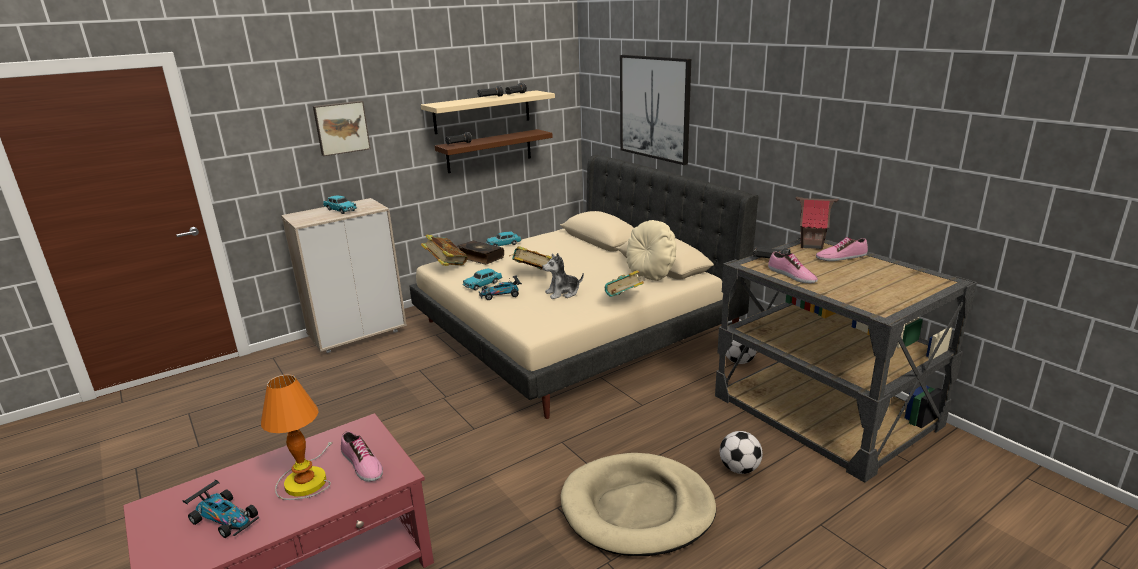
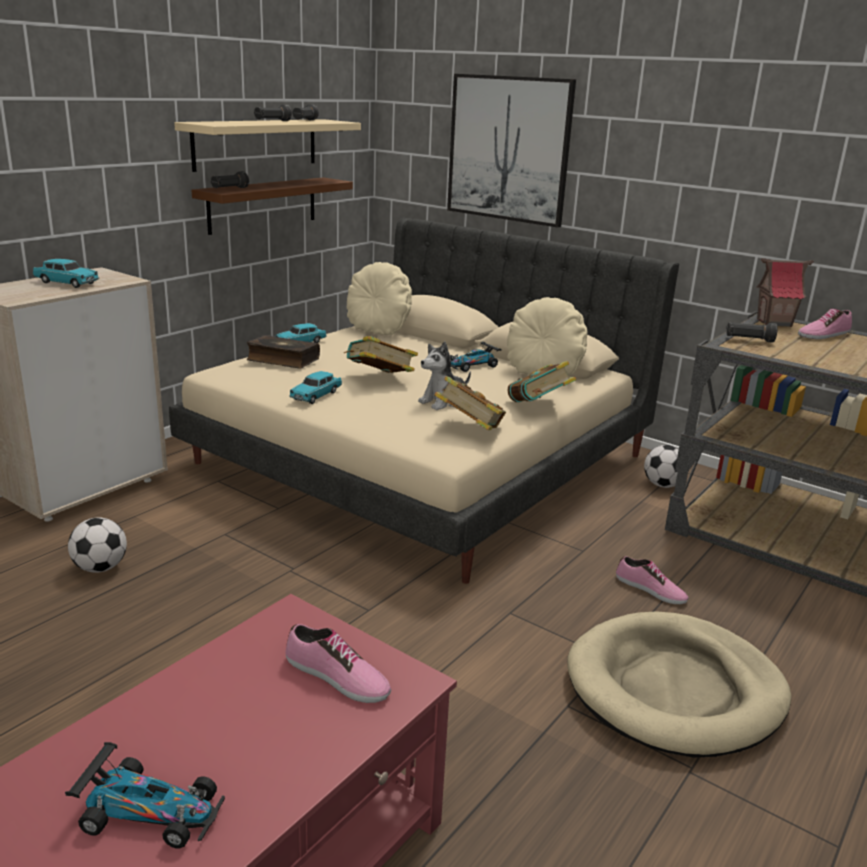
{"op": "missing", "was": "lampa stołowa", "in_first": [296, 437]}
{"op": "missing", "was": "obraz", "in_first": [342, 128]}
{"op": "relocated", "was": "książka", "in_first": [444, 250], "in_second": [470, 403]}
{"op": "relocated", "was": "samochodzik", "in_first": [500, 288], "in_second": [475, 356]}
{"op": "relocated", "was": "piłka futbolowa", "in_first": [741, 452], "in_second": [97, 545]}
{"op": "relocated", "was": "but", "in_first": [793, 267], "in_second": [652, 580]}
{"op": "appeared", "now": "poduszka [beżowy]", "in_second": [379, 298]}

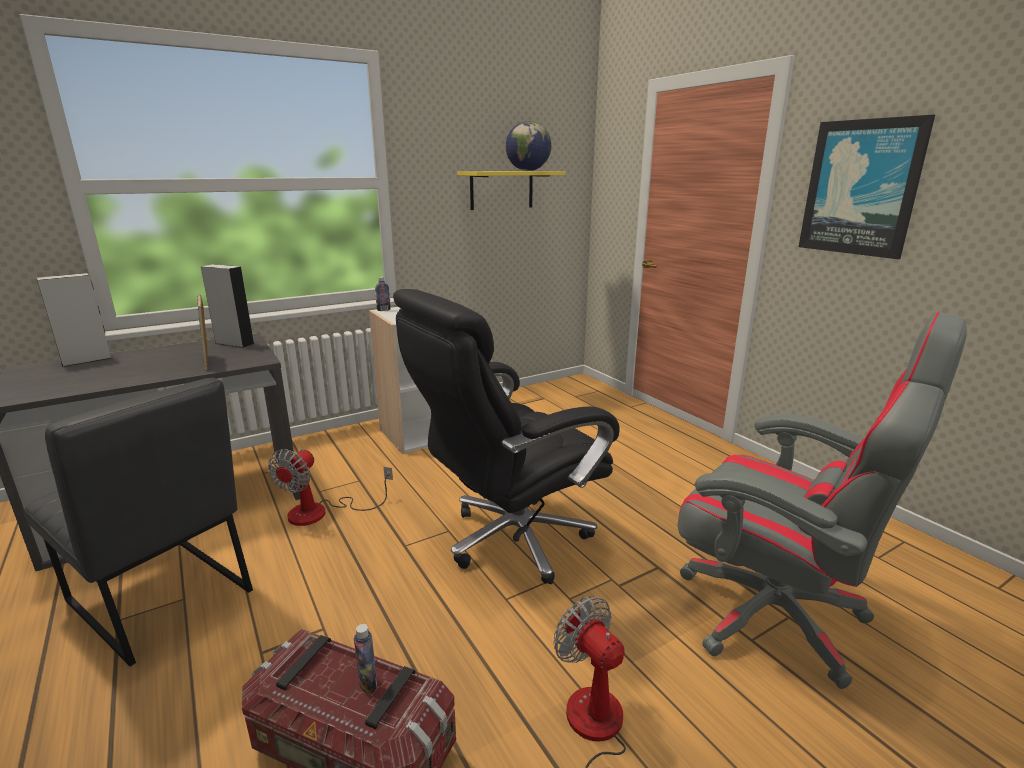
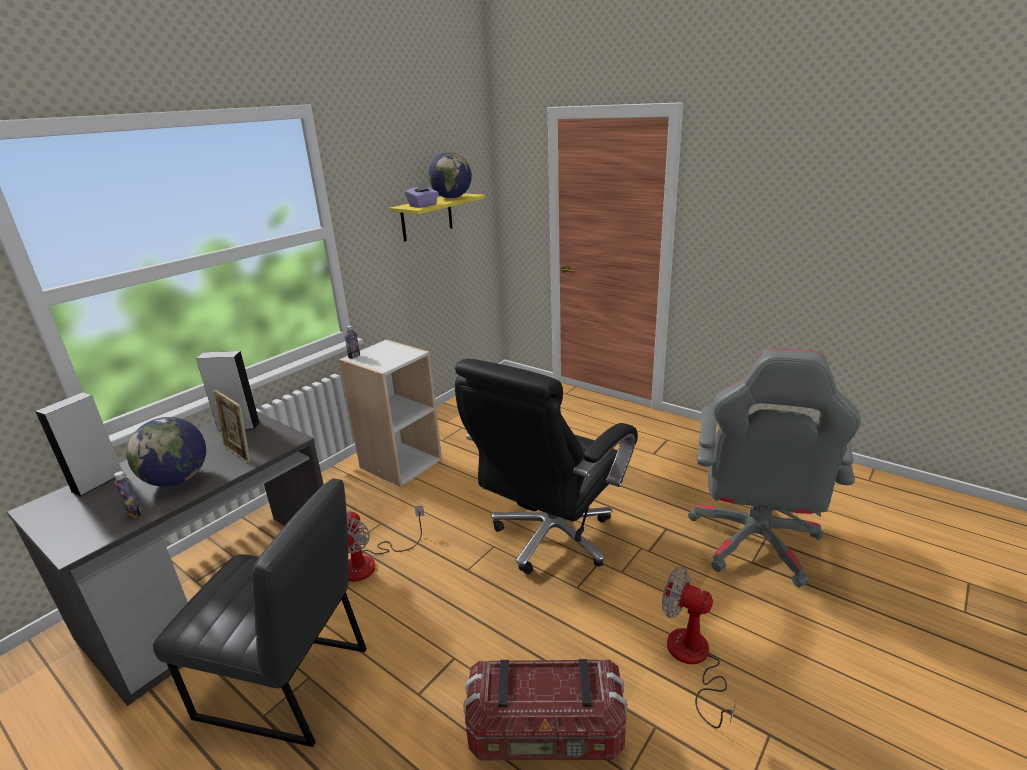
{"op": "relocated", "was": "butelka", "in_first": [365, 659], "in_second": [128, 495]}
{"op": "spun", "was": "krzesło biurowe [szary]", "in_first": [822, 500], "in_second": [774, 467], "clockwise": 90}
{"op": "missing", "was": "obraz", "in_first": [867, 187]}
{"op": "appeared", "now": "globus", "in_second": [166, 452]}
{"op": "appeared", "now": "pudełko chusteczek [fioletowy]", "in_second": [421, 195]}

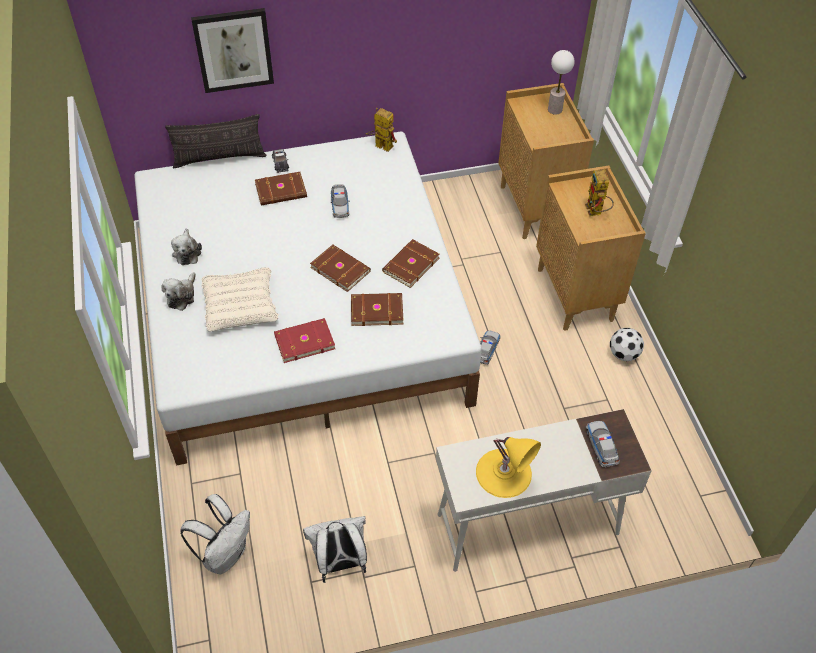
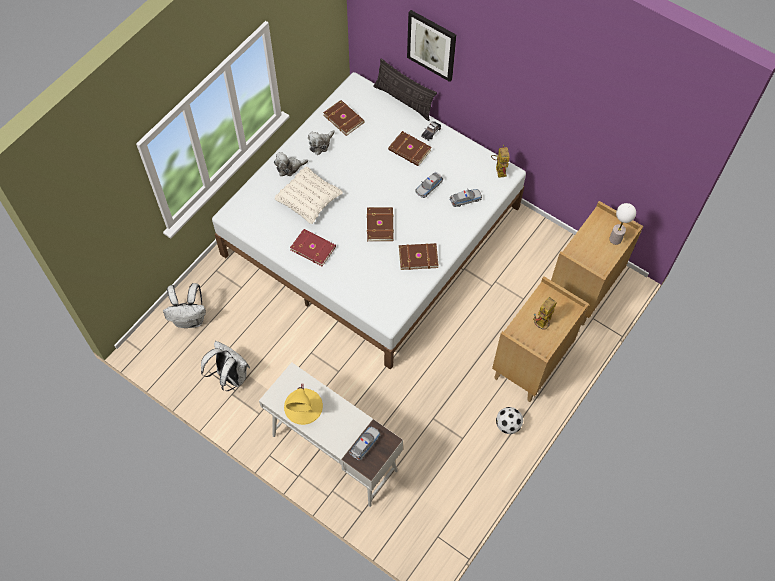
{"op": "relocated", "was": "książka [brązowy]", "in_first": [377, 309], "in_second": [344, 118]}
{"op": "relocated", "was": "samochodzik", "in_first": [490, 347], "in_second": [466, 198]}

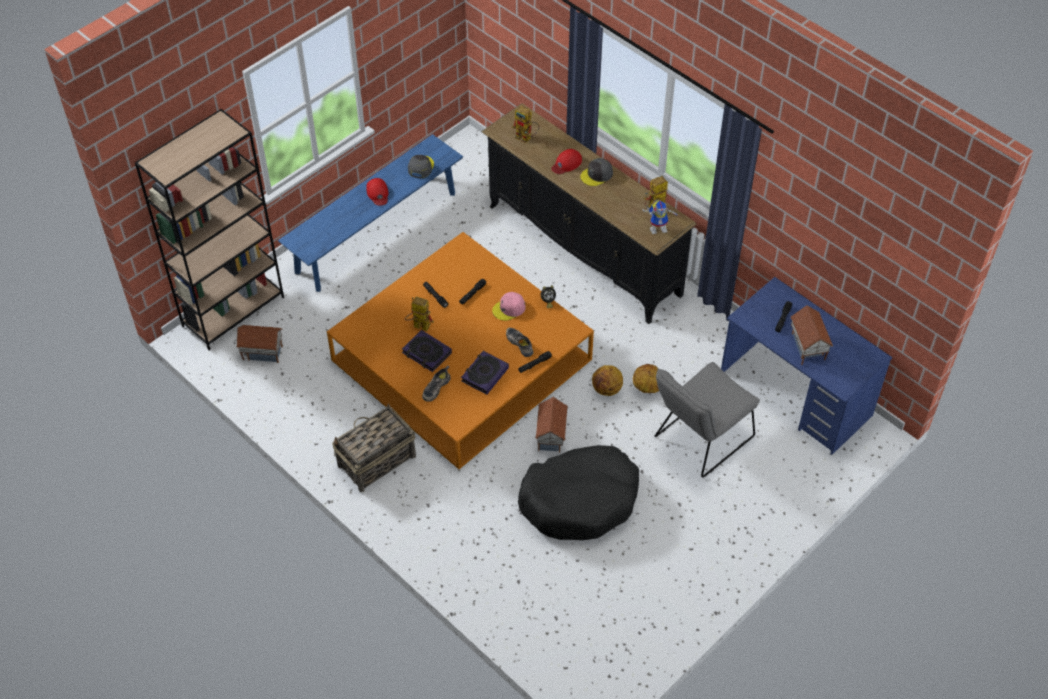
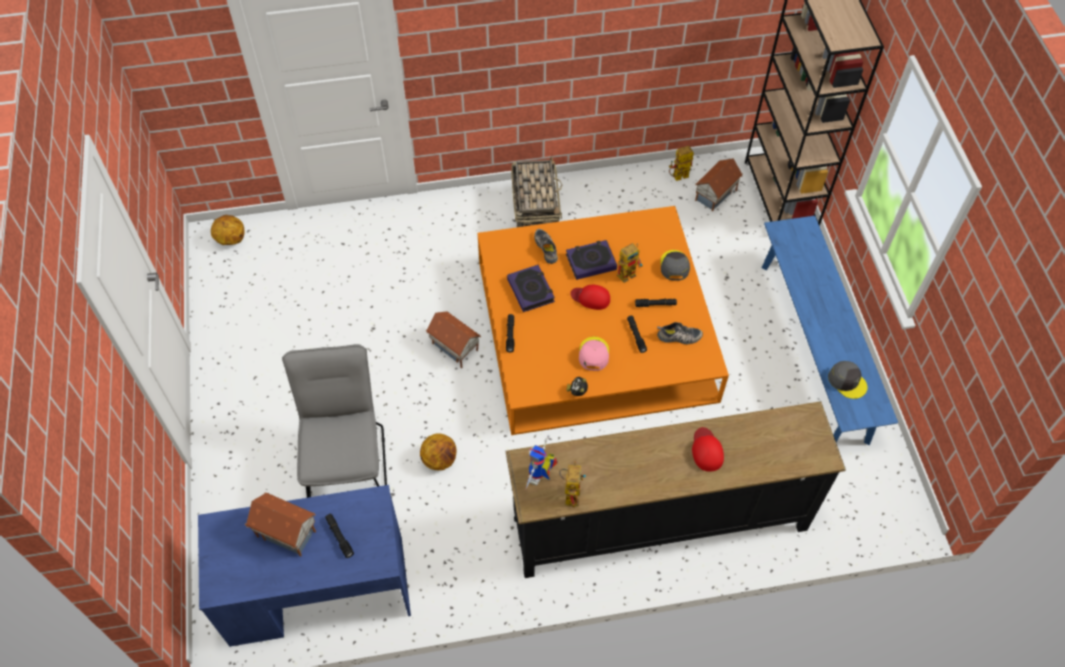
{"op": "relocated", "was": "czapka z daszkiem [czerwony]", "in_first": [377, 192], "in_second": [590, 297]}
{"op": "relocated", "was": "but", "in_first": [519, 342], "in_second": [680, 333]}
{"op": "relocated", "was": "robot zabawkowy", "in_first": [526, 124], "in_second": [681, 163]}
{"op": "missing", "was": "legowisko [czarny]", "in_first": [578, 492]}
{"op": "relocated", "was": "czapka z daszkiem [szary]", "in_first": [596, 172], "in_second": [675, 265]}
{"op": "relocated", "was": "piłka do koszykówki", "in_first": [607, 380], "in_second": [228, 230]}

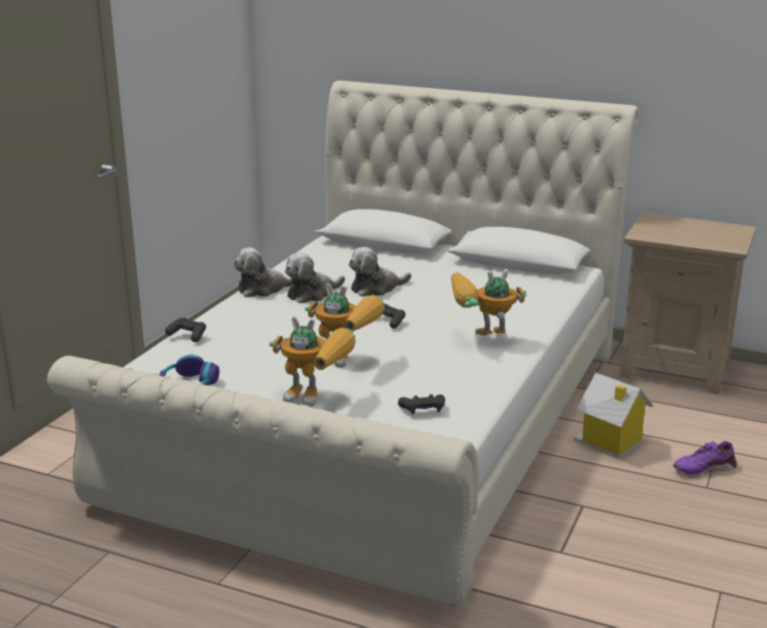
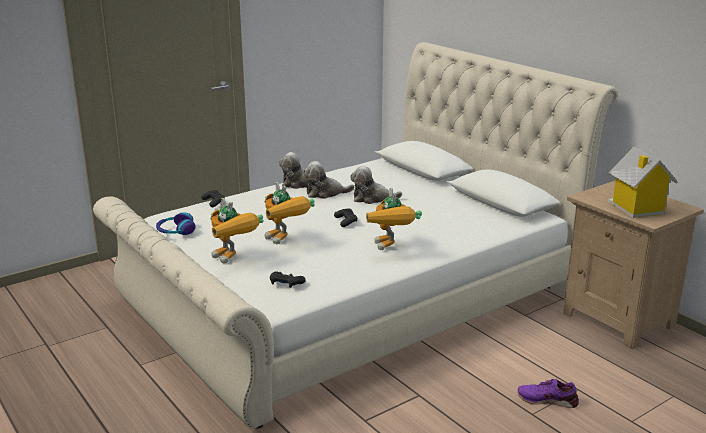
{"op": "spun", "was": "robot zabawkowy", "in_first": [488, 302], "in_second": [394, 219], "clockwise": -120}
{"op": "relocated", "was": "domek", "in_first": [613, 416], "in_second": [643, 182]}

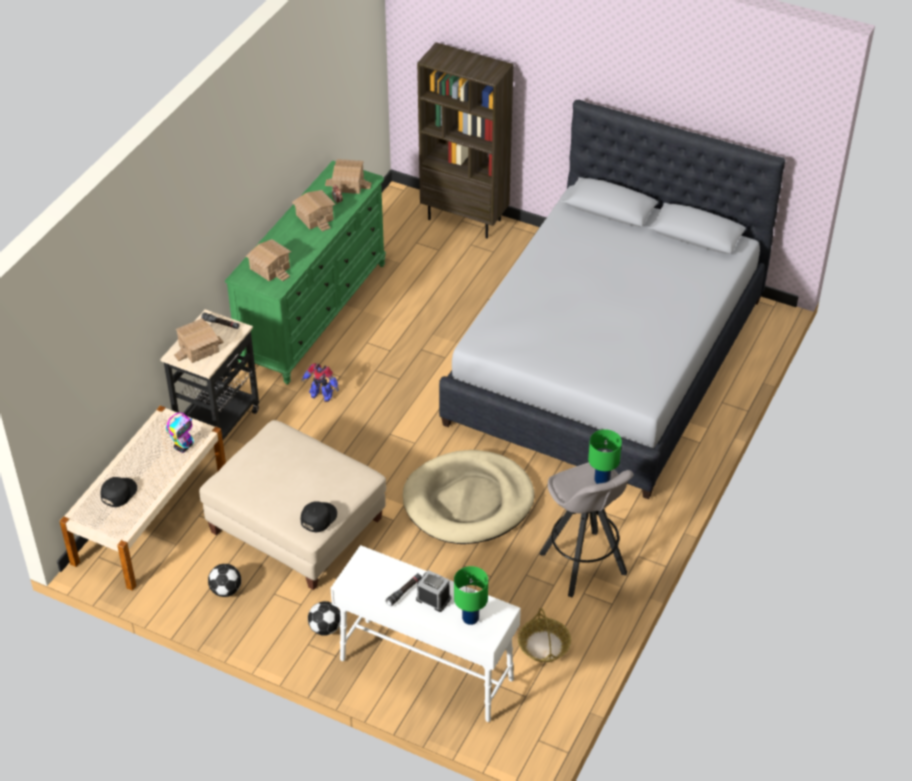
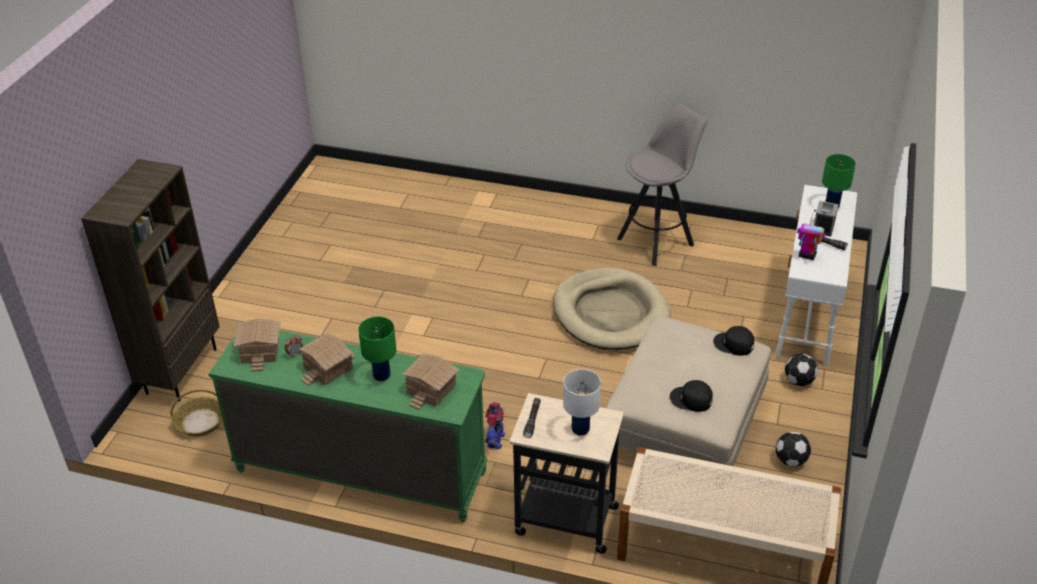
{"op": "relocated", "was": "czapka z daszkiem [czarny]", "in_first": [118, 492], "in_second": [691, 396]}
{"op": "relocated", "was": "robot zabawkowy", "in_first": [180, 433], "in_second": [811, 235]}
{"op": "exchanged", "was": "domek", "now": "lampa stołowa [biały]", "in_first": [199, 340], "in_second": [582, 402]}
{"op": "missing", "was": "łóżko [szary]", "in_first": [612, 299]}
{"op": "relocated", "was": "koszyk", "in_first": [544, 635], "in_second": [196, 413]}
{"op": "relocated", "was": "lampa stołowa [zielony]", "in_first": [605, 456], "in_second": [377, 348]}

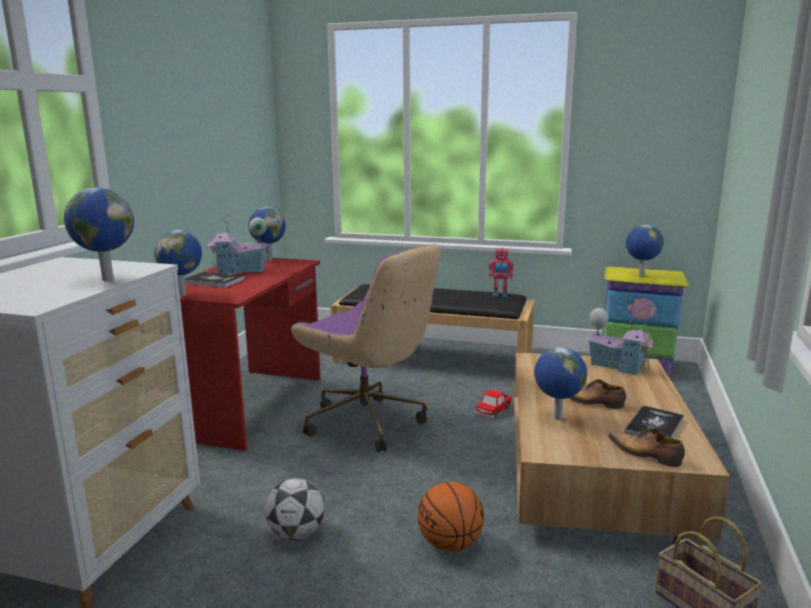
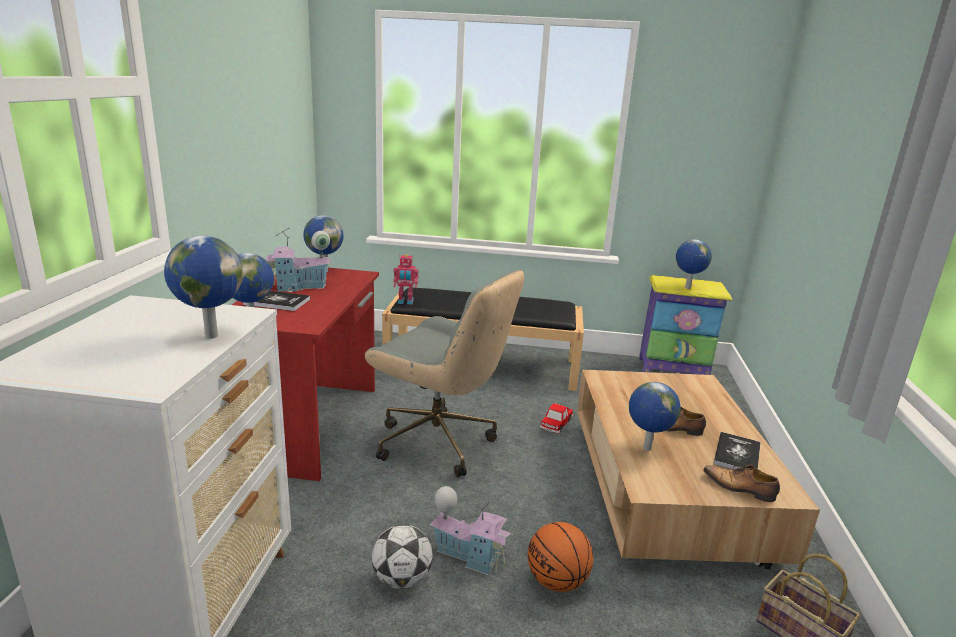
{"op": "colour", "was": "krzesło biurowe [fioletowy]", "now": "krzesło biurowe [szary]", "in_first": [365, 348], "in_second": [444, 373]}
{"op": "relocated", "was": "robot zabawkowy", "in_first": [501, 272], "in_second": [406, 279]}
{"op": "relocated", "was": "domek", "in_first": [620, 342], "in_second": [470, 530]}

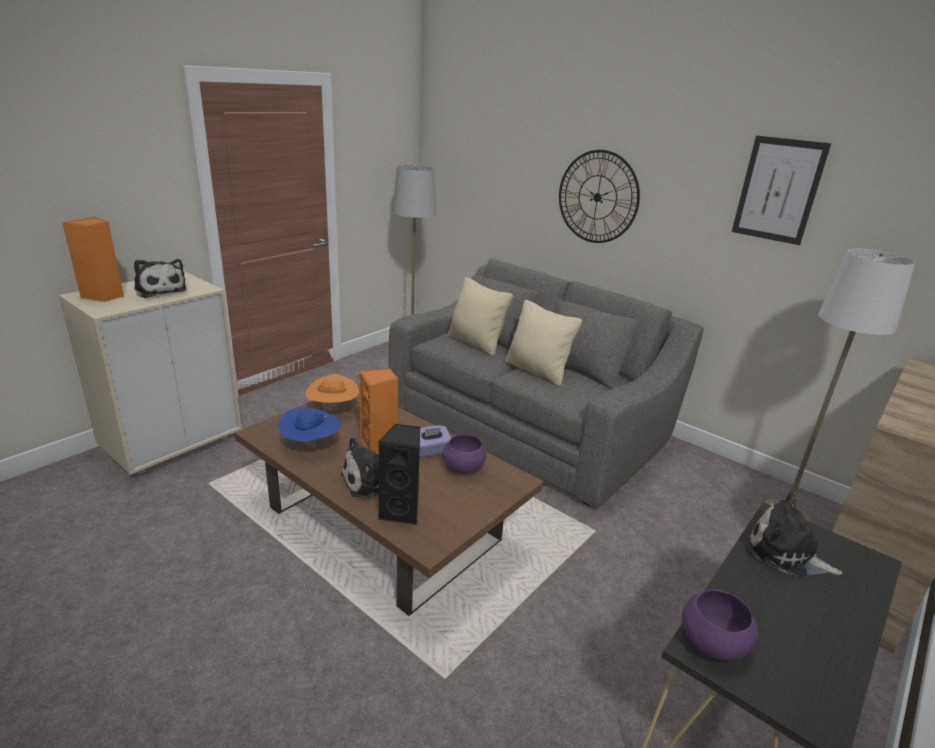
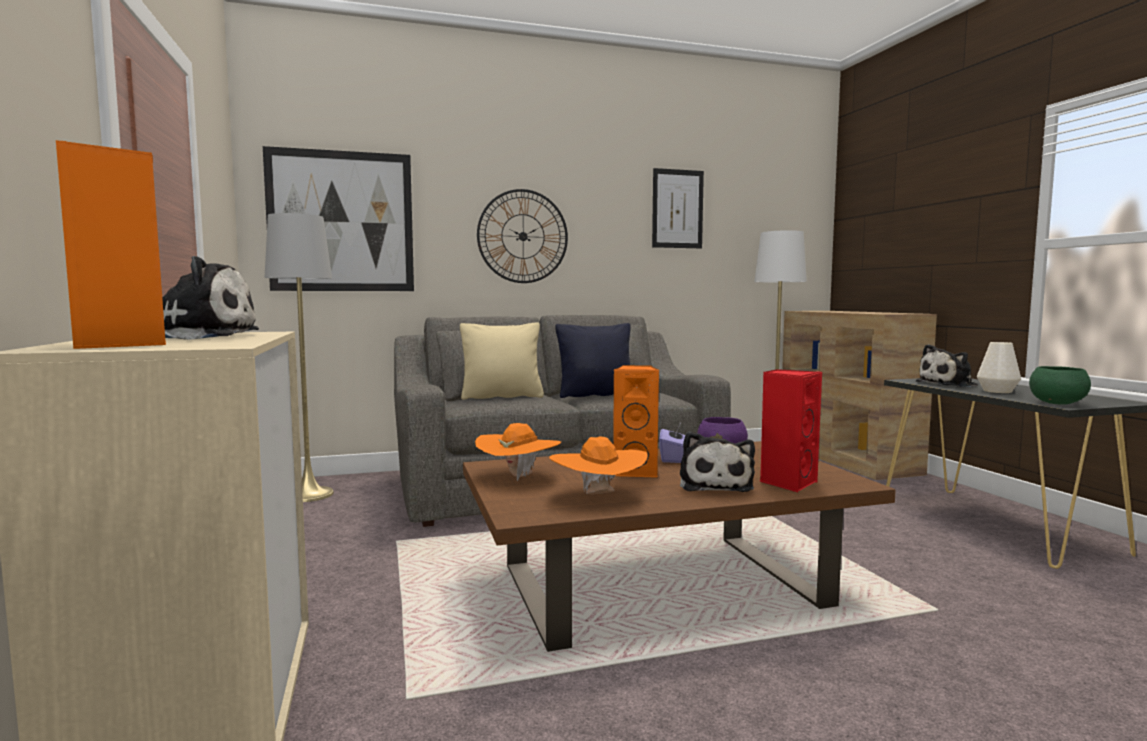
{"op": "colour", "was": "kapelusz [niebieski]", "now": "kapelusz [pomarańczowy]", "in_first": [309, 428], "in_second": [598, 465]}
{"op": "colour", "was": "głośnik [czarny]", "now": "głośnik [czerwony]", "in_first": [399, 474], "in_second": [790, 430]}
{"op": "colour", "was": "poduszka [beżowy]", "now": "poduszka [czarny]", "in_first": [543, 343], "in_second": [593, 360]}
{"op": "colour", "was": "miska [fioletowy]", "now": "miska [zielony]", "in_first": [720, 625], "in_second": [1060, 385]}
{"op": "appeared", "now": "obraz", "in_second": [338, 218]}
{"op": "appeared", "now": "wazon [biały]", "in_second": [999, 367]}

